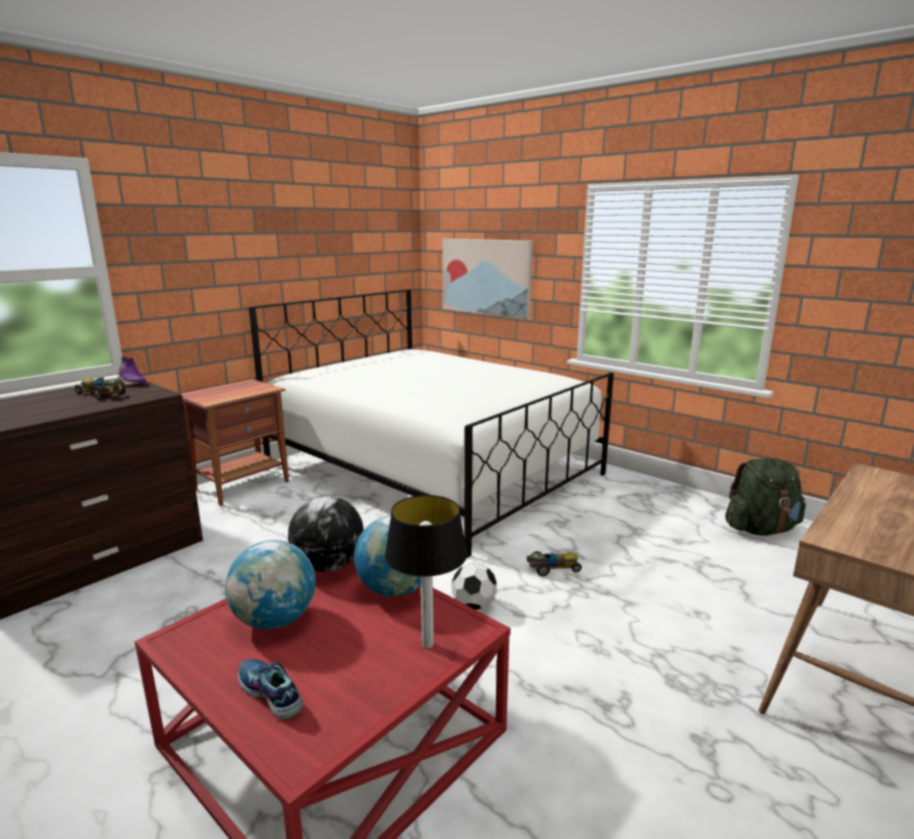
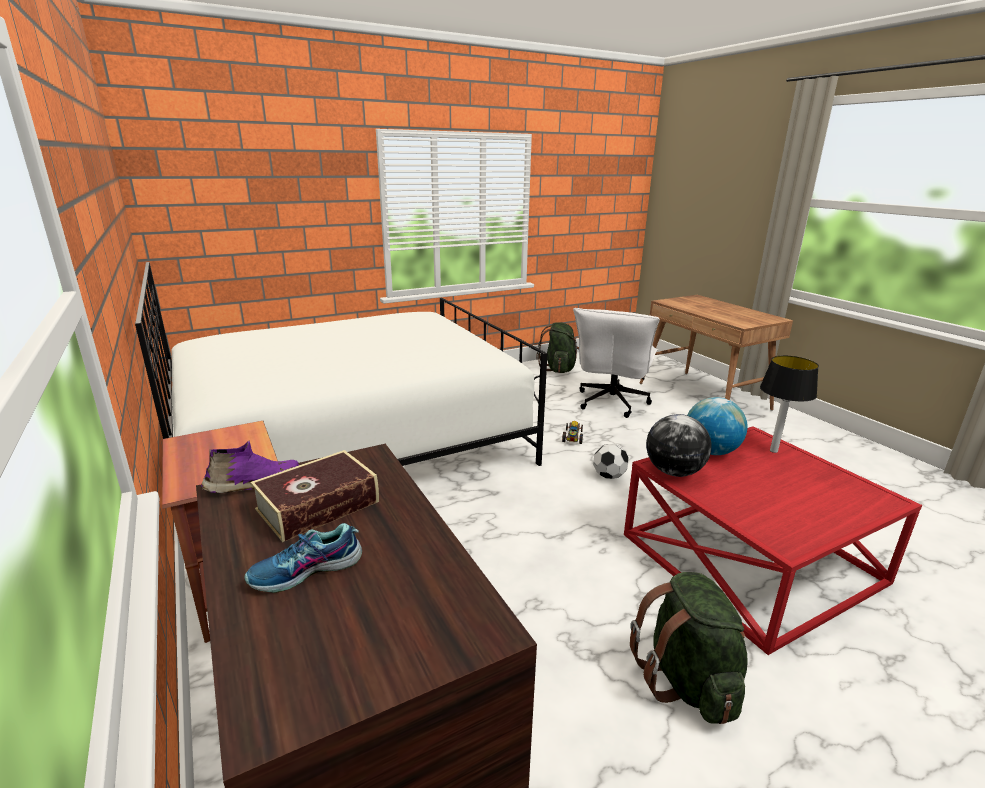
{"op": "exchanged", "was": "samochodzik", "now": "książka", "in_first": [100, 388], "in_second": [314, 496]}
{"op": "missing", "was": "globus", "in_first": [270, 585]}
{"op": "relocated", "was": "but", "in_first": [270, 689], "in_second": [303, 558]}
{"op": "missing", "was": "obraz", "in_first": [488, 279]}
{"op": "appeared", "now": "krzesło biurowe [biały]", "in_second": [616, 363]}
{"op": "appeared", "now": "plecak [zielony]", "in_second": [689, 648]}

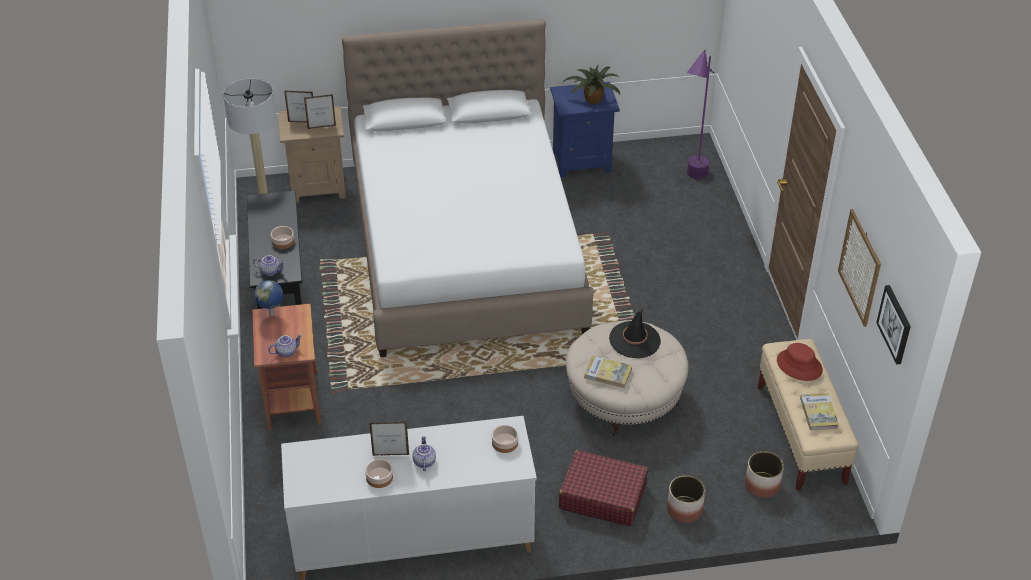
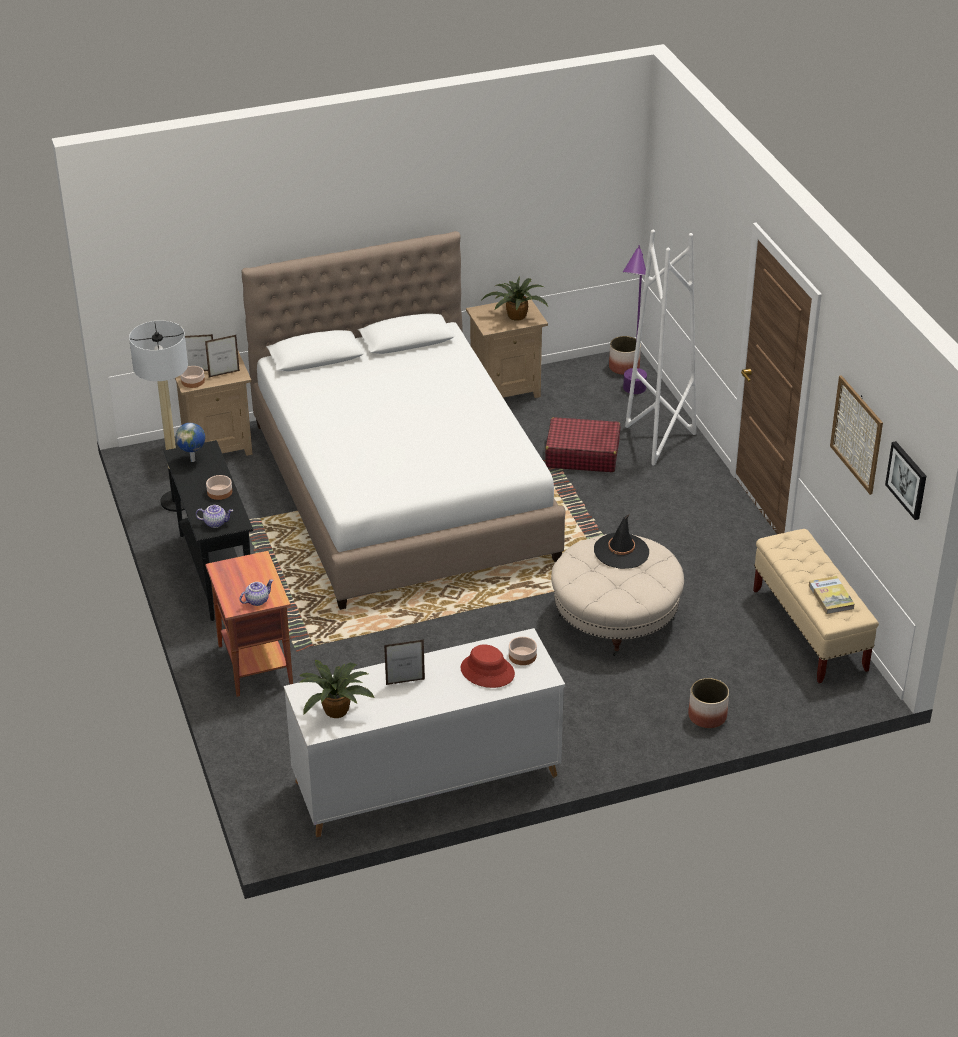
{"op": "relocated", "was": "globus", "in_first": [268, 298], "in_second": [190, 442]}
{"op": "relocated", "was": "miska", "in_first": [379, 473], "in_second": [193, 377]}
{"op": "missing", "was": "imbryk", "in_first": [424, 453]}
{"op": "colour", "was": "szafka nocna [niebieski]", "now": "szafka nocna [beżowy]", "in_first": [585, 129], "in_second": [507, 347]}
{"op": "relocated", "was": "walizka [czerwony]", "in_first": [603, 488], "in_second": [582, 444]}
{"op": "missing", "was": "książka", "in_first": [608, 372]}
{"op": "relocated", "was": "donica", "in_first": [764, 474], "in_second": [625, 355]}
{"op": "relocated", "was": "kapelusz [czerwony]", "in_first": [800, 362], "in_second": [488, 666]}
{"op": "appeared", "now": "roślina doniczkowa", "in_second": [337, 689]}
{"op": "appeared", "now": "wieszak [biały]", "in_second": [660, 348]}

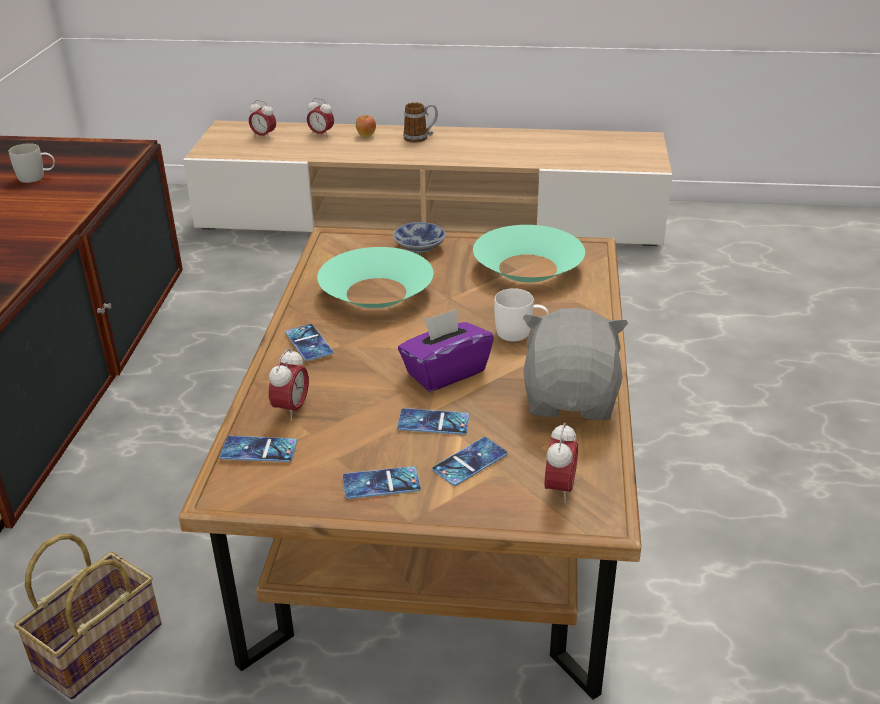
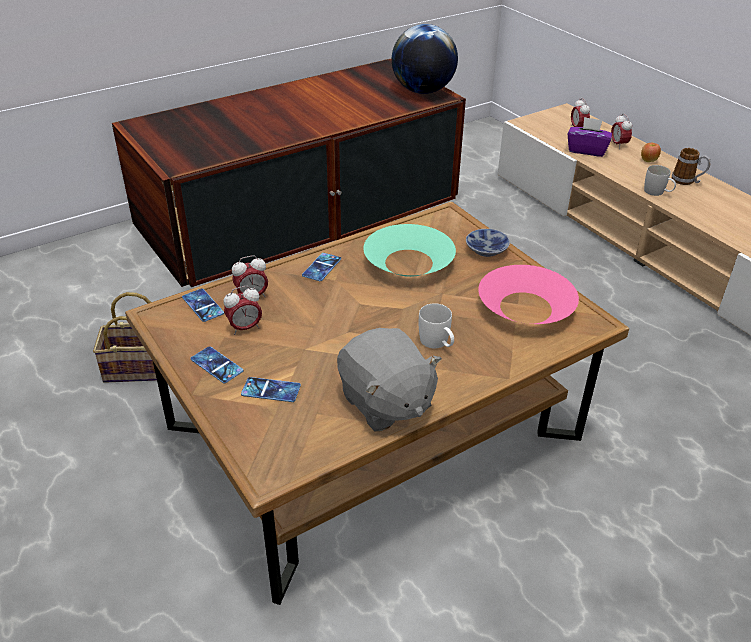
{"op": "relocated", "was": "kubek [biały]", "in_first": [31, 163], "in_second": [660, 180]}
{"op": "missing", "was": "telefon", "in_first": [433, 421]}
{"op": "relocated", "was": "pudełko chusteczek [fioletowy]", "in_first": [446, 350], "in_second": [590, 137]}
{"op": "colour", "was": "miska [turkusowy]", "now": "miska [różowy]", "in_first": [529, 253], "in_second": [528, 294]}
{"op": "spun", "was": "pluszak [szary]", "in_first": [575, 364], "in_second": [389, 380], "clockwise": 90}
{"op": "relocated", "was": "budzik", "in_first": [561, 462], "in_second": [242, 310]}
{"op": "appeared", "now": "globus", "in_second": [425, 59]}

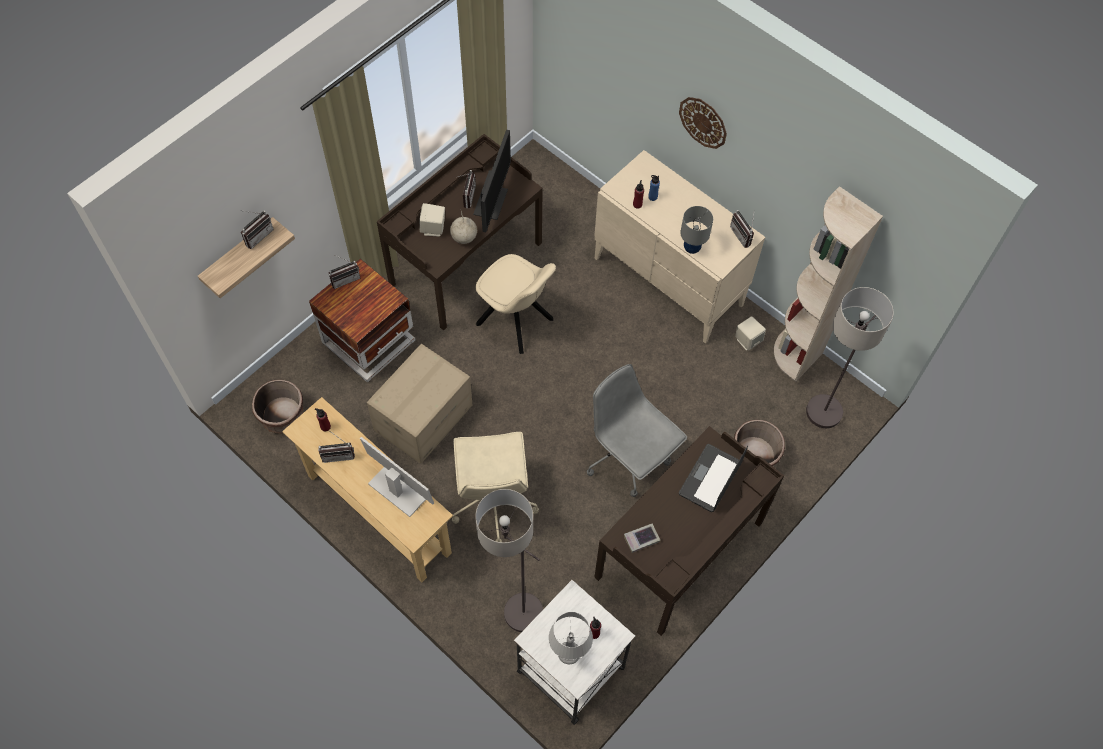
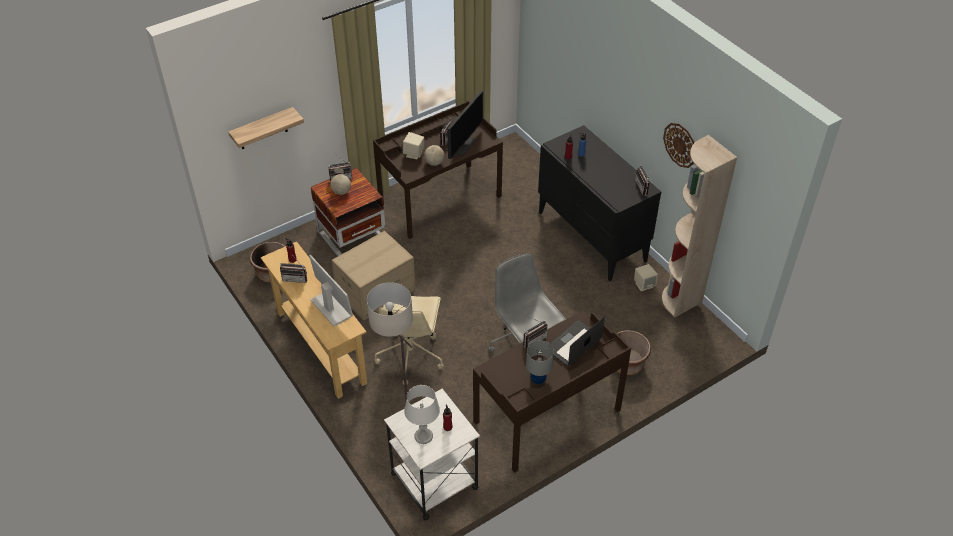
{"op": "relocated", "was": "radio", "in_first": [257, 229], "in_second": [535, 333]}
{"op": "missing", "was": "krzesło [beżowy]", "in_first": [516, 304]}
{"op": "colour", "was": "szafka [beżowy]", "now": "szafka [czarny]", "in_first": [679, 247], "in_second": [599, 203]}
{"op": "missing", "was": "książka", "in_first": [642, 538]}
{"op": "relocated", "was": "zegar ścienny", "in_first": [703, 123], "in_second": [678, 145]}
{"op": "relocated", "was": "lampa stołowa [szary]", "in_first": [696, 230], "in_second": [540, 362]}
{"op": "missing", "was": "lampa stojąca [szary]", "in_first": [850, 357]}
{"op": "appeared", "now": "globus", "in_second": [340, 181]}

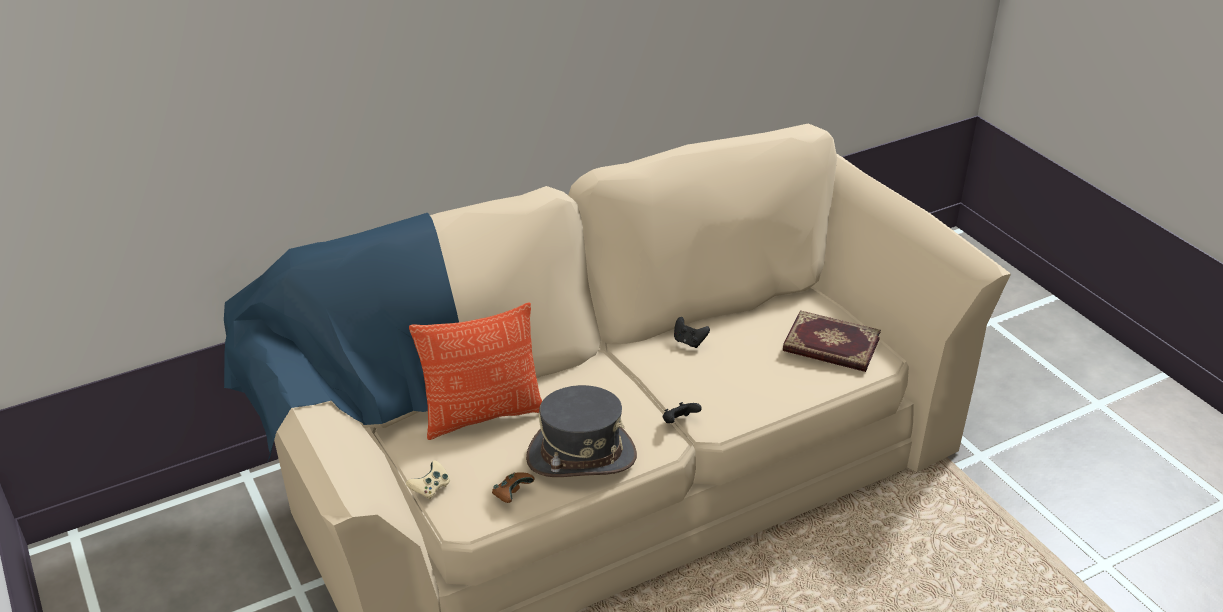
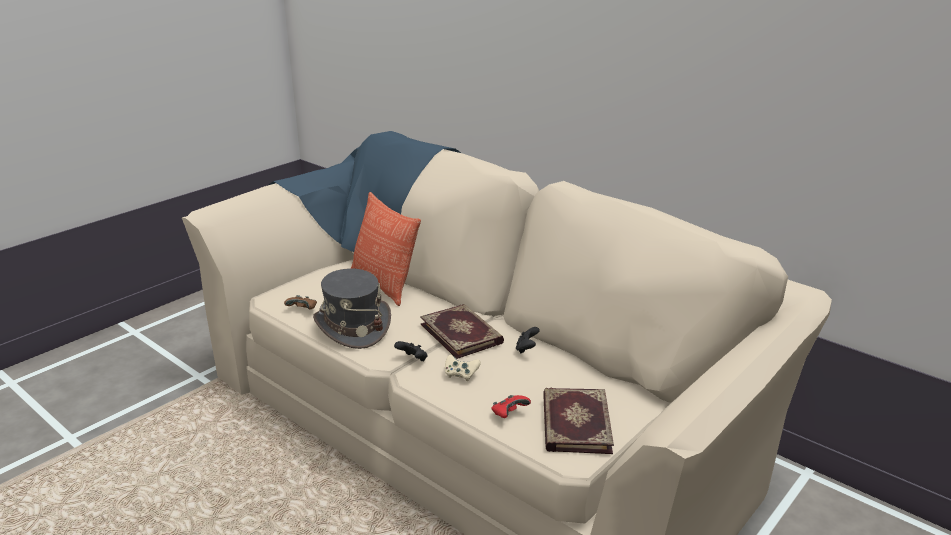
{"op": "relocated", "was": "pad do gier [beżowy]", "in_first": [428, 479], "in_second": [463, 368]}
{"op": "appeared", "now": "książka", "in_second": [462, 331]}
{"op": "appeared", "now": "pad do gier [czerwony]", "in_second": [511, 406]}

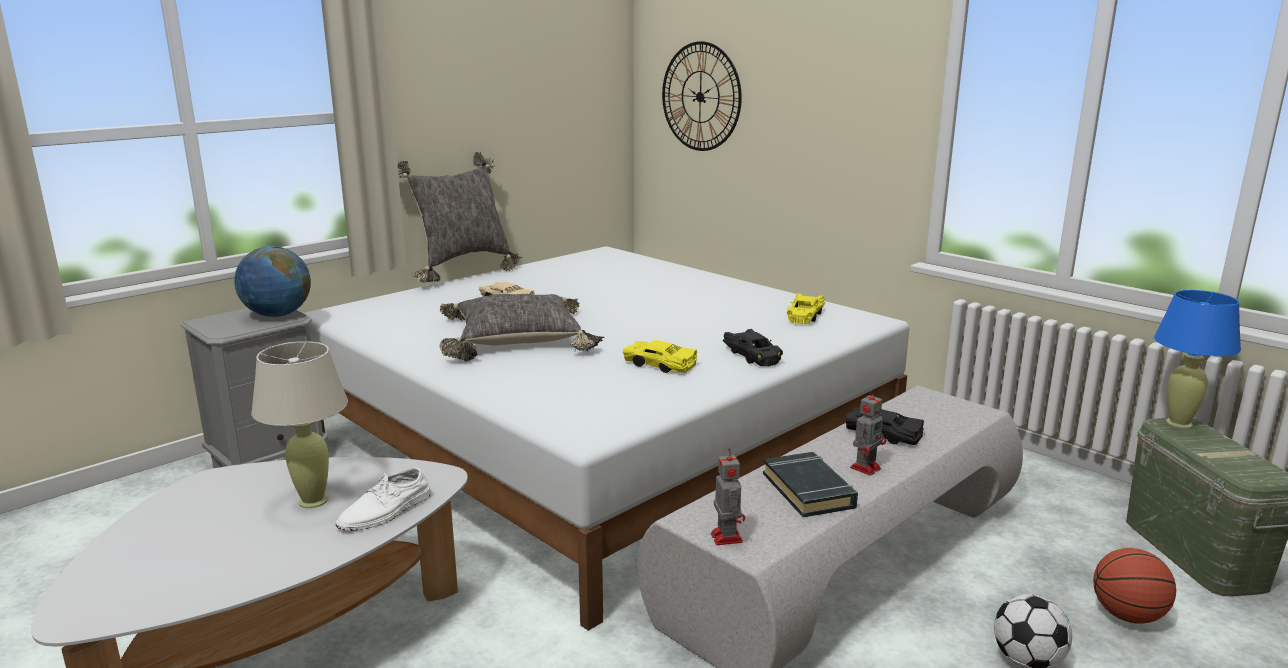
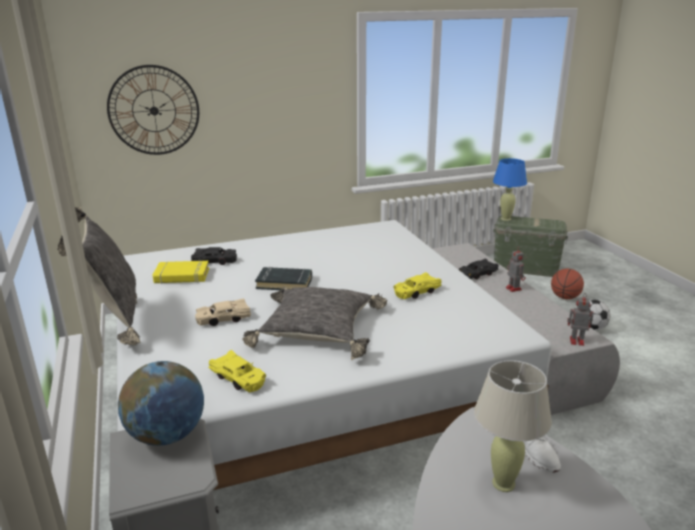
{"op": "relocated", "was": "samochodzik [czarny]", "in_first": [753, 347], "in_second": [214, 256]}
{"op": "relocated", "was": "książka [czarny]", "in_first": [810, 484], "in_second": [283, 278]}
{"op": "relocated", "was": "samochodzik [żółty]", "in_first": [806, 308], "in_second": [237, 371]}
{"op": "appeared", "now": "książka [żółty]", "in_second": [181, 272]}

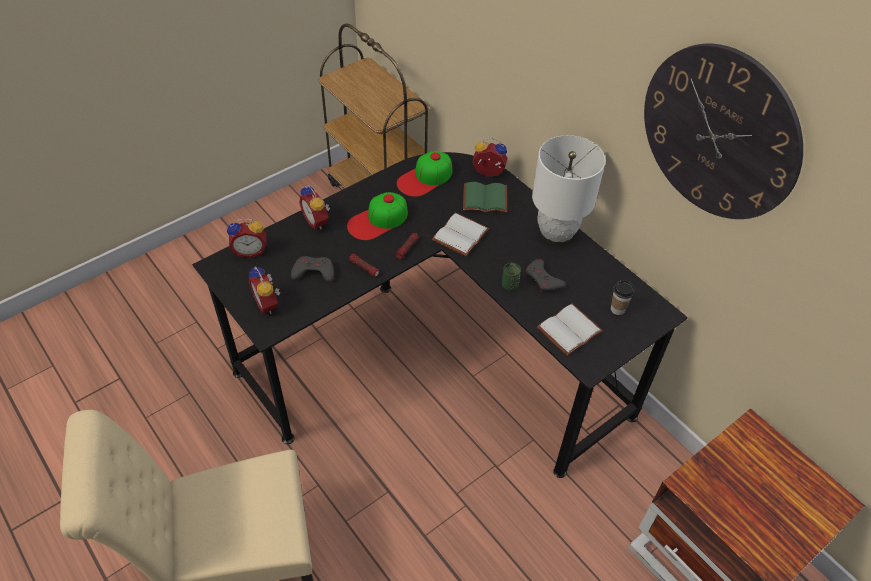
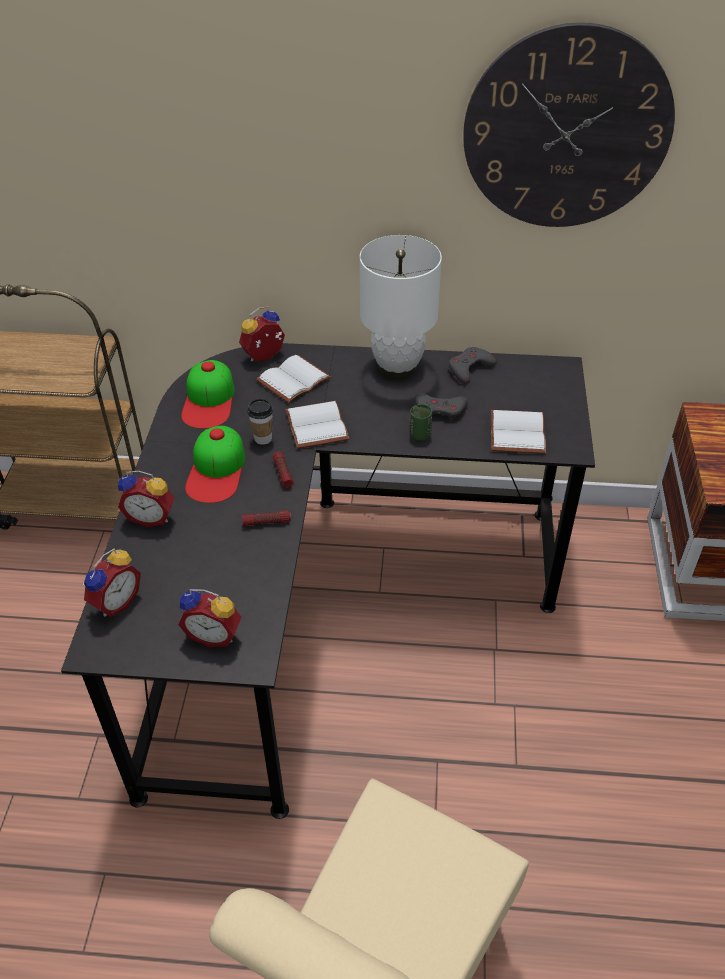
{"op": "relocated", "was": "pad do gier [szary]", "in_first": [312, 269], "in_second": [473, 365]}
{"op": "colour", "was": "książka [zielony]", "now": "książka [biały]", "in_first": [485, 197], "in_second": [293, 379]}
{"op": "relocated", "was": "filiżanka", "in_first": [622, 297], "in_second": [260, 421]}

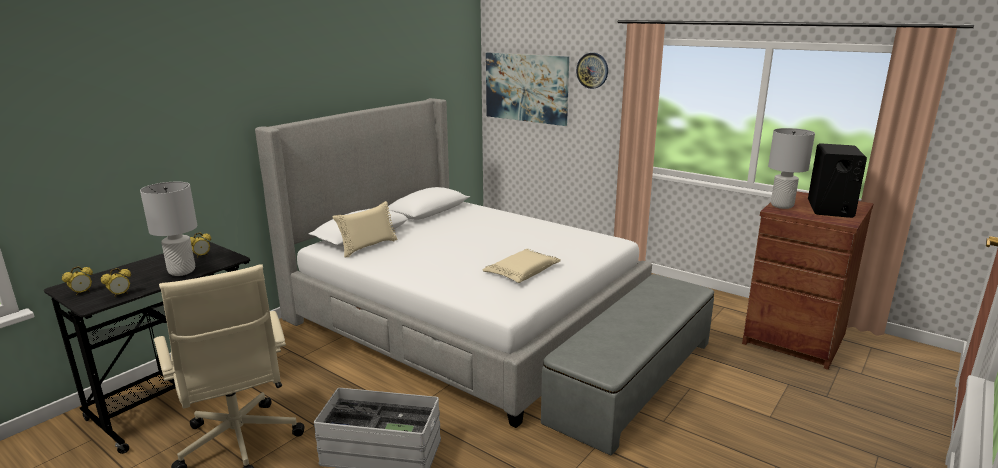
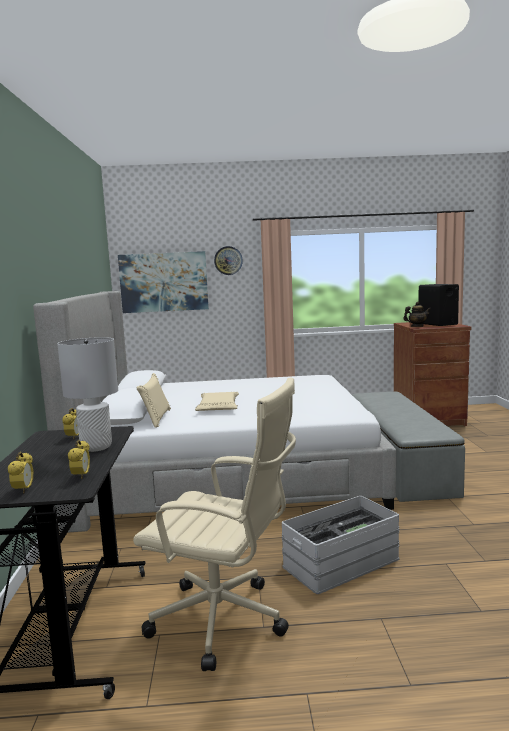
{"op": "relocated", "was": "poduszka [beżowy]", "in_first": [522, 266], "in_second": [217, 401]}
{"op": "exchanged", "was": "lampa stołowa [szary]", "now": "imbryk", "in_first": [791, 168], "in_second": [417, 314]}

